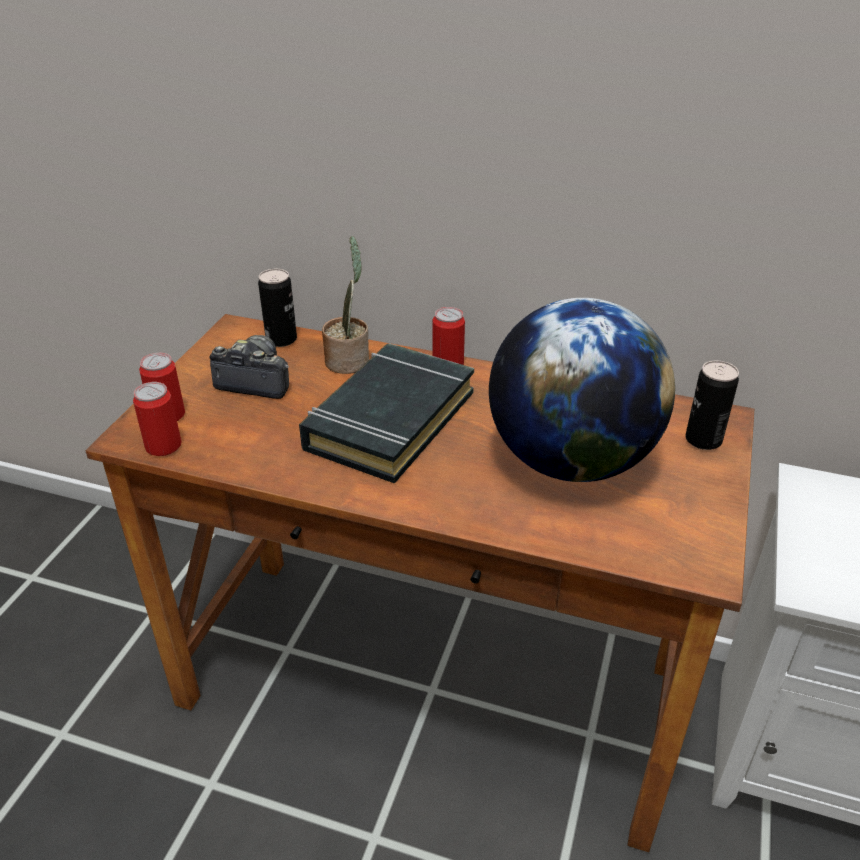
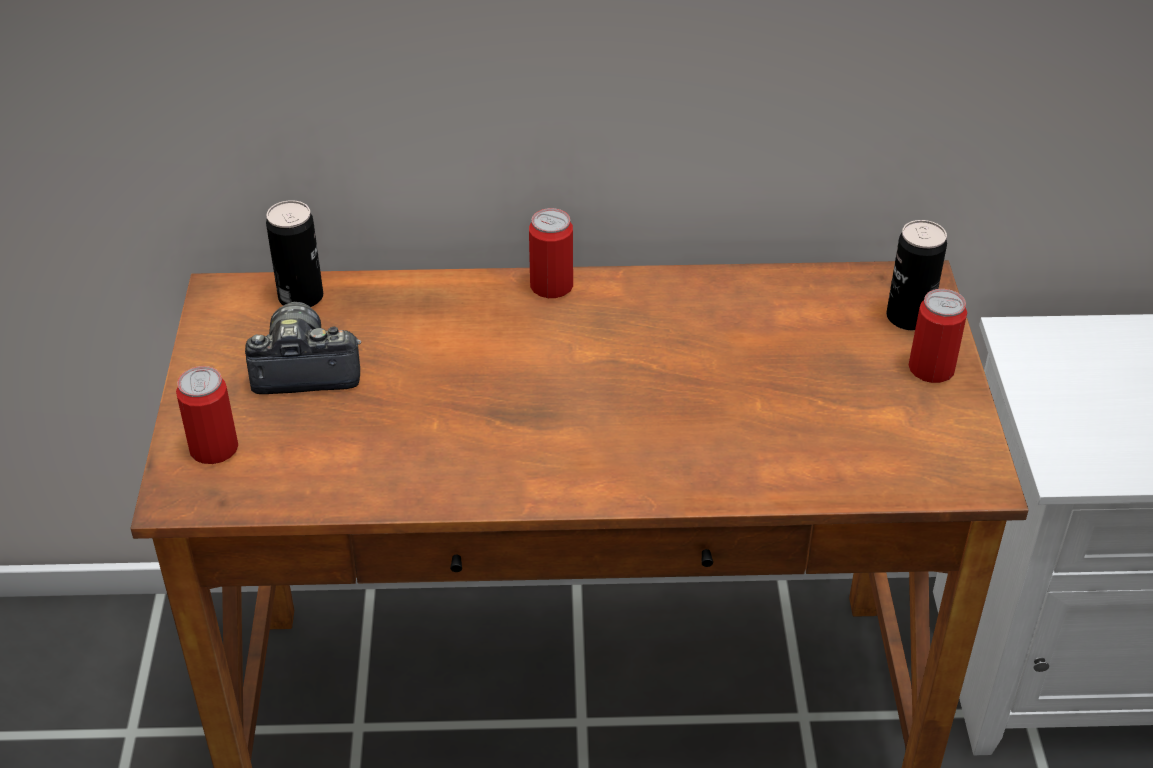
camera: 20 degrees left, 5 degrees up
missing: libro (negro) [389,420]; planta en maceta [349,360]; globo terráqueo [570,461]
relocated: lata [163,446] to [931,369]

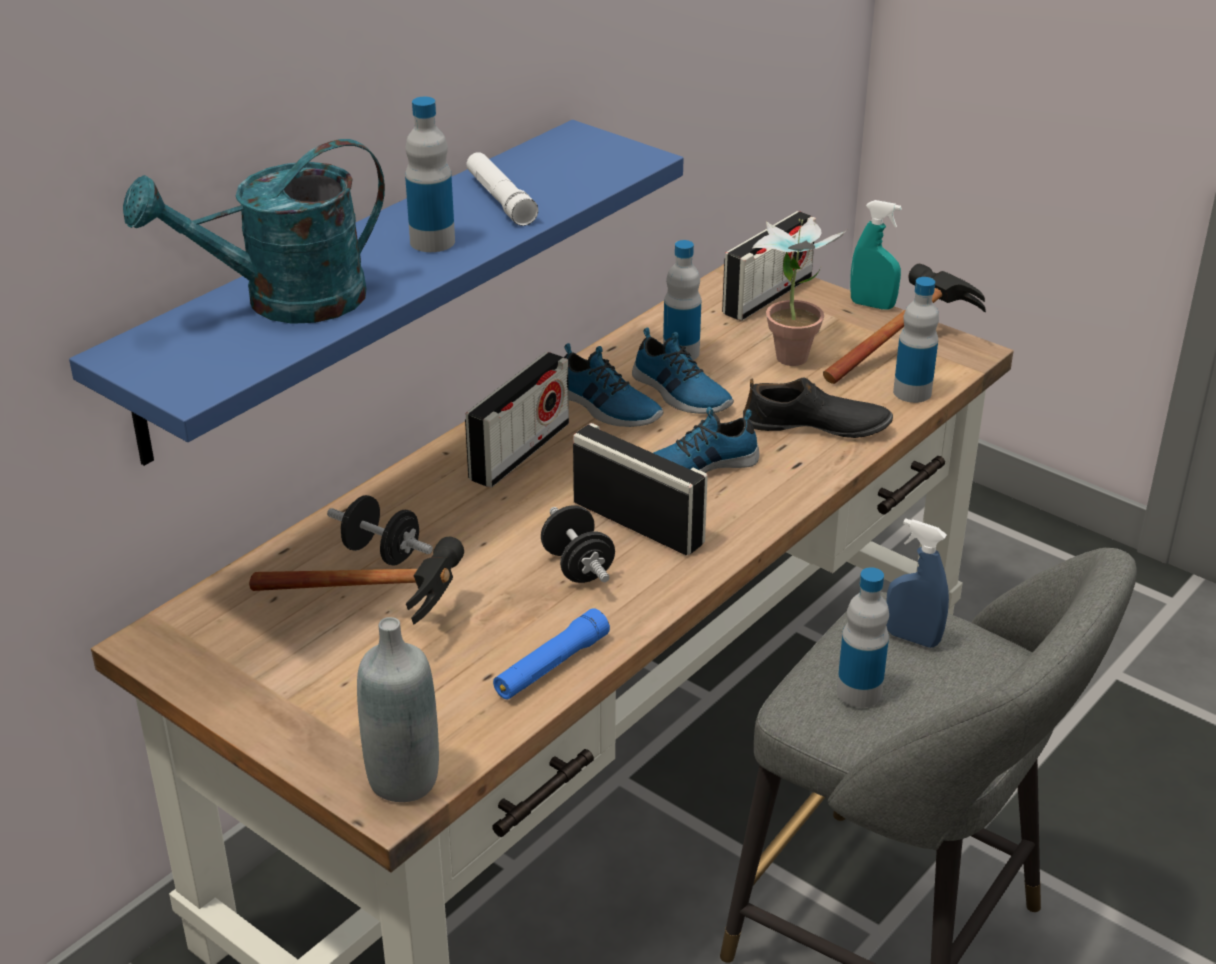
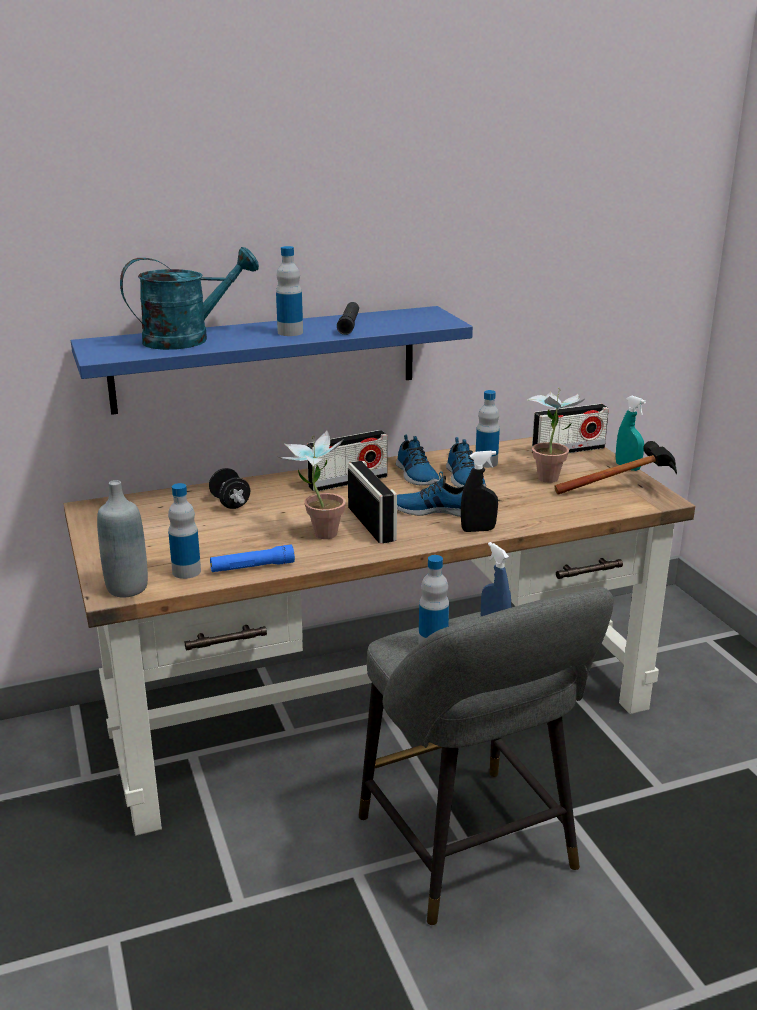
camera: 30 degrees right, 10 degrees down
missing: martillo [381,613]; zapato (negro) [816,426]
appeared: pulverizador (negro) [478,530]
relocated: botella [912,392] to [186,571]
exchanged: mancuerna (negro) [577,567] to planta en maceta [317,533]
colour: linterna (blanco) [500,199] to linterna (negro) [349,325]
spun: regadera (turquesa) [284,302] = [188,339] 150 degrees clockwise

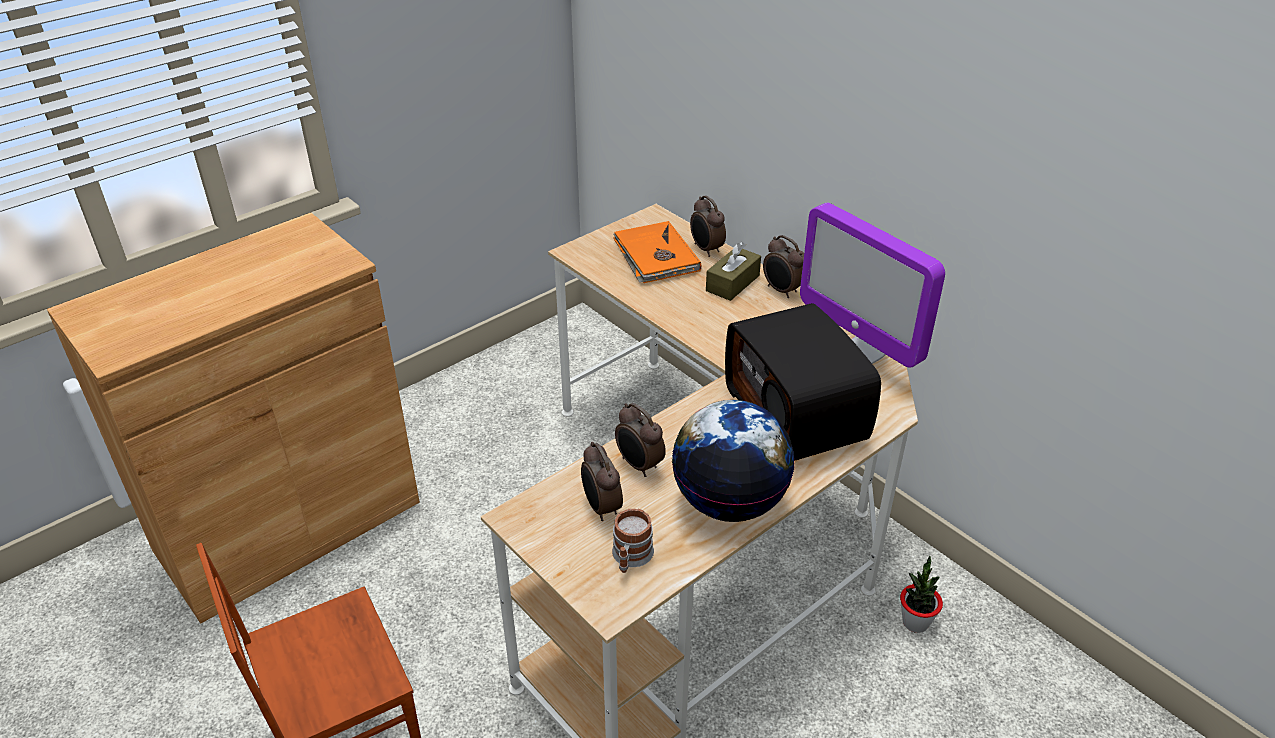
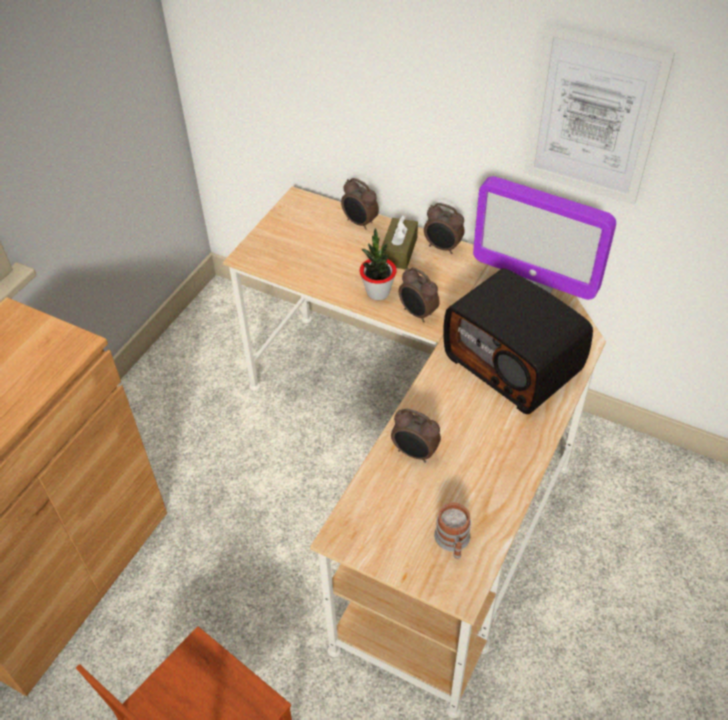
camera: 20 degrees left, 10 degrees up
missing: libro (naranja) [655,256]; globo terráqueo [729,502]
appeared: cuadro [593,117]
relocated: despertador [601,508] to [417,314]; planta en maceta [915,622] to [378,292]

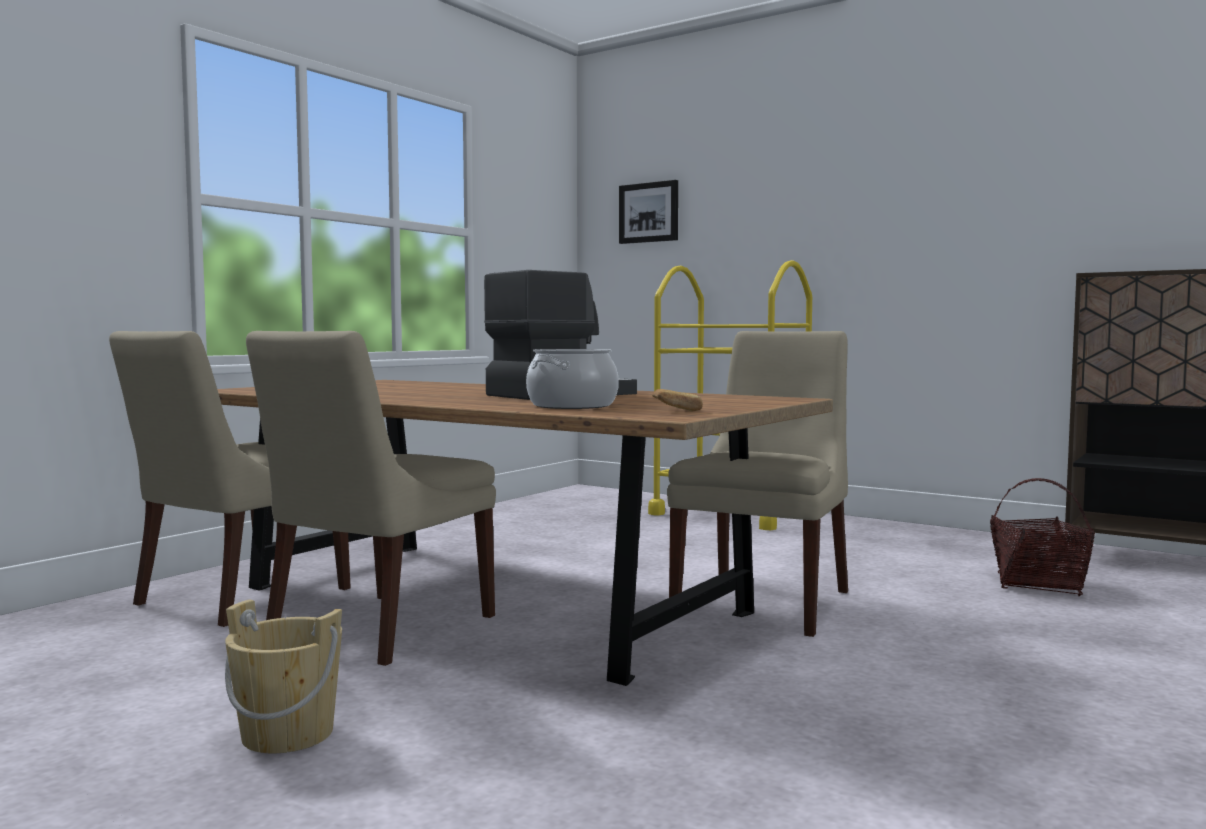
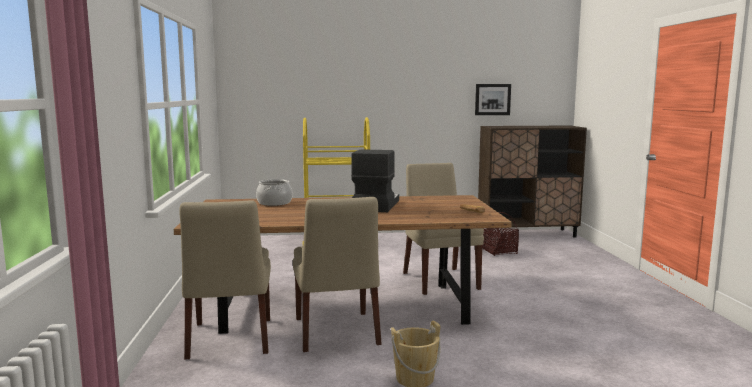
camera: 40 degrees left, 5 degrees up
relocated: olla [572,406] to [274,203]; cuadro [649,212] to [492,99]

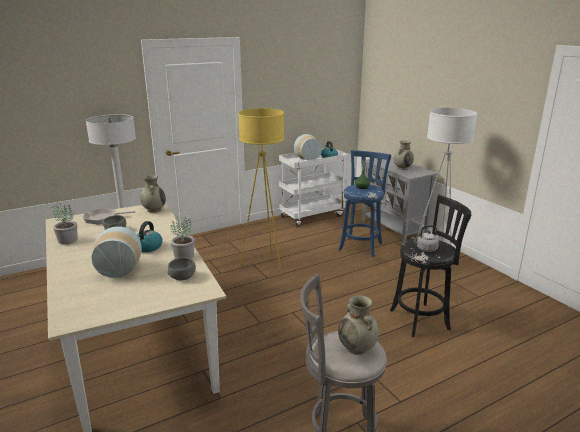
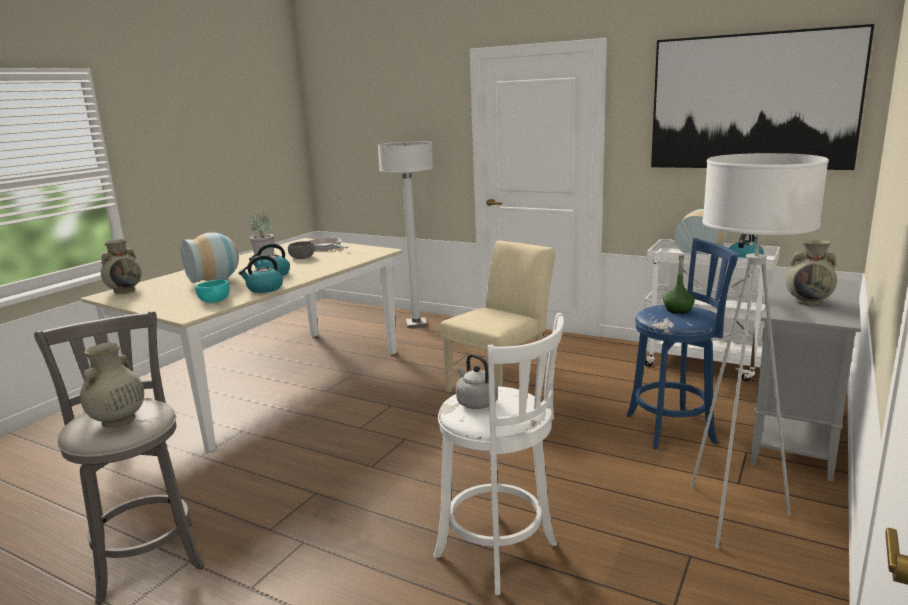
camera: 60 degrees right, 5 degrees down
appeared: cuadro [752,102]
relocated: florero (beis) [154,209] to [125,290]
exchanged: planta en maceta [184,256] to hervidor [264,289]; lámpara de pie (amarillo) [264,265] to silla (beis) [501,384]
colour: cuenco (gris) [182,276] to cuenco (turquesa) [214,300]; taburete (negro) [422,319] to taburete (blanco) [501,553]

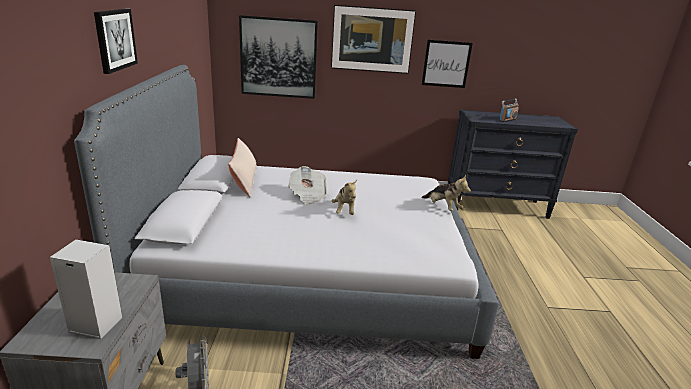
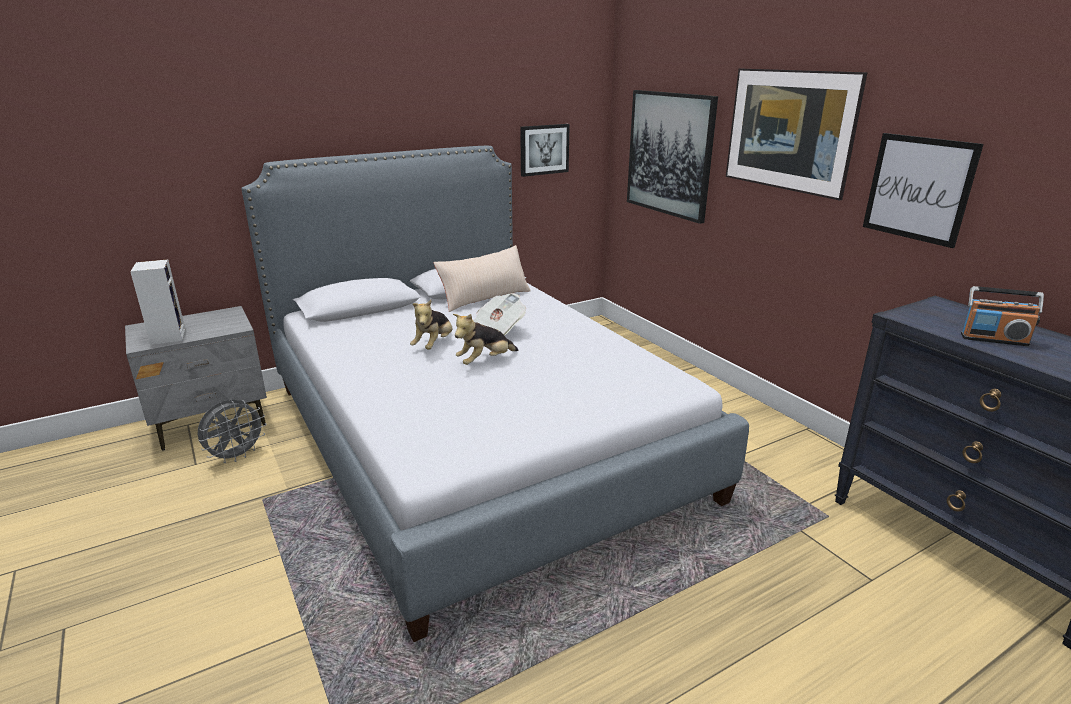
camera: 60 degrees right, 0 degrees up
relocated: cuadro [115,39] to [544,149]; peluche [442,207] to [434,345]

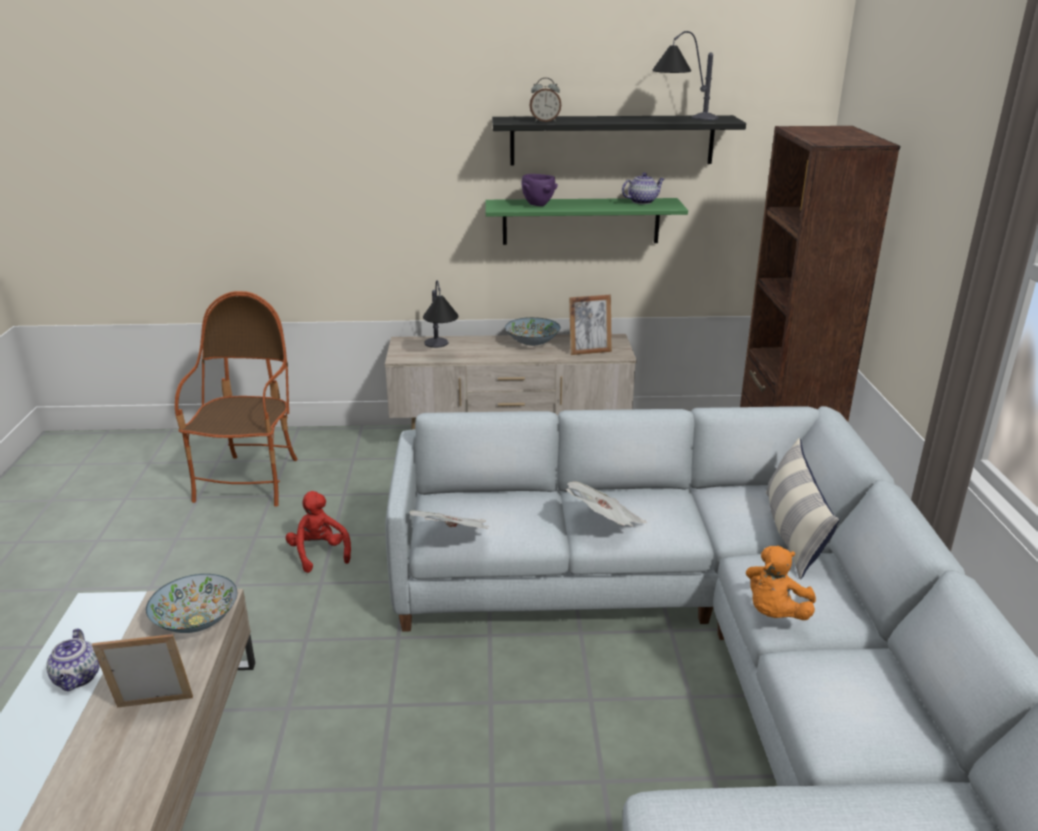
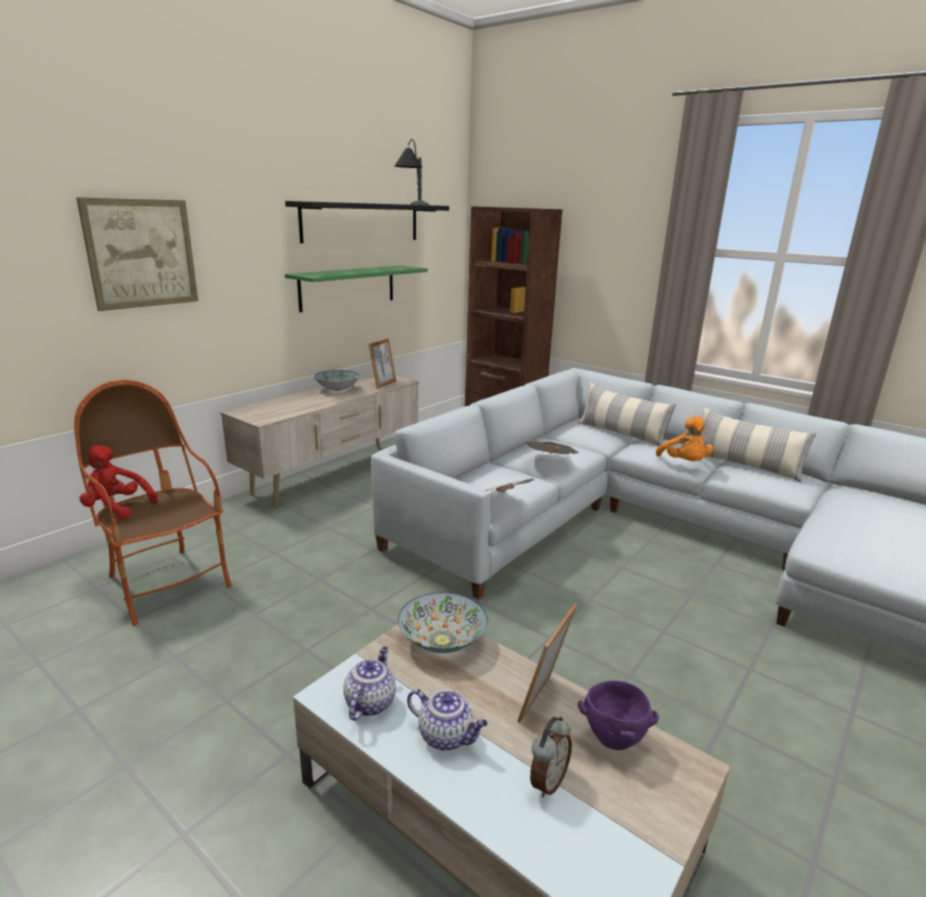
camera: 50 degrees left, 5 degrees down
missing: lámpara de mesa [440,352]
appeared: cuadro [141,253]; cojín [744,465]
relocated: peluche (rojo) [319,553] to [116,508]; cuenco (morado) [538,205] to [614,740]; despertador [545,121] to [547,781]; tetera [642,202] to [370,702]

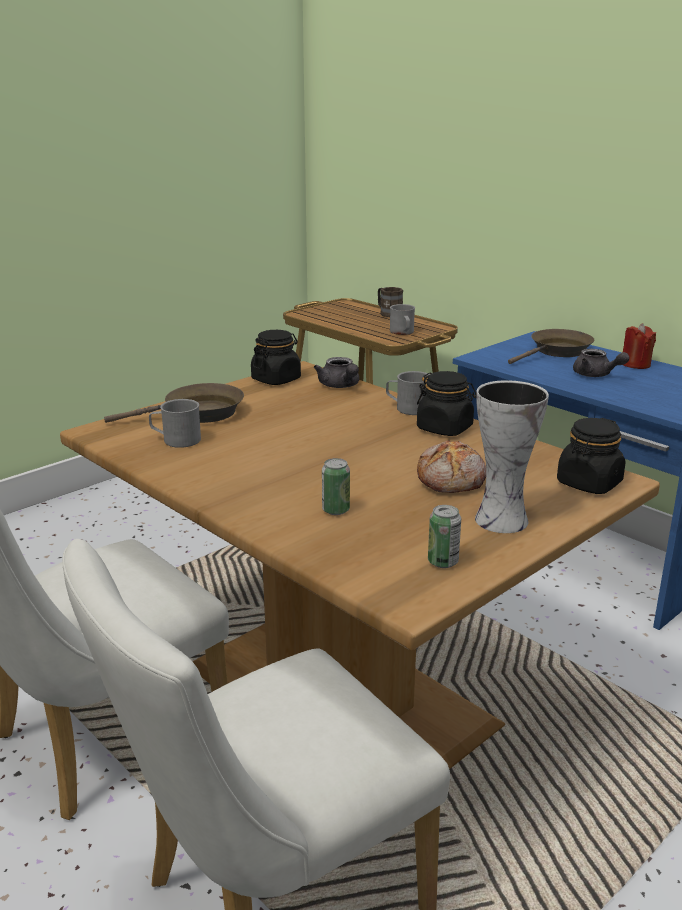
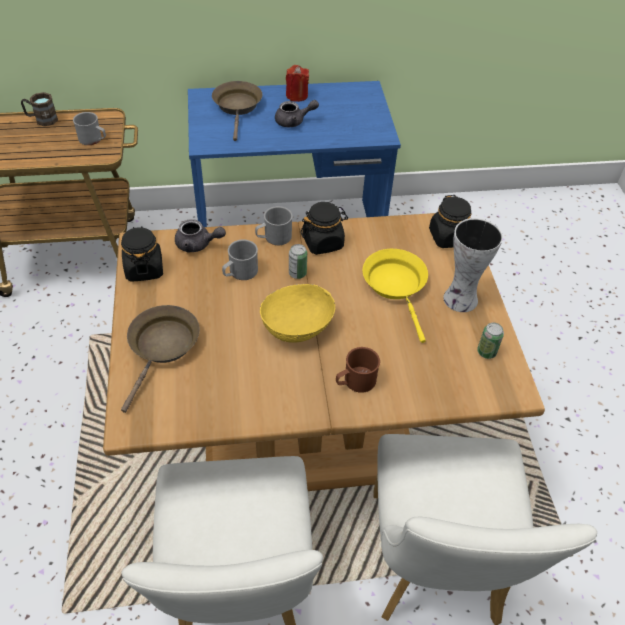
camera: 55 degrees left, 25 degrees up
appeared: cuenco (amarillo) [297,326]; taza grande (marrón) [355,382]
relocated: taza grande (gris) [176,440] to [240,273]; lata [335,510] to [297,273]
exchanged: pan [452,480] to sartén (amarillo) [396,286]

